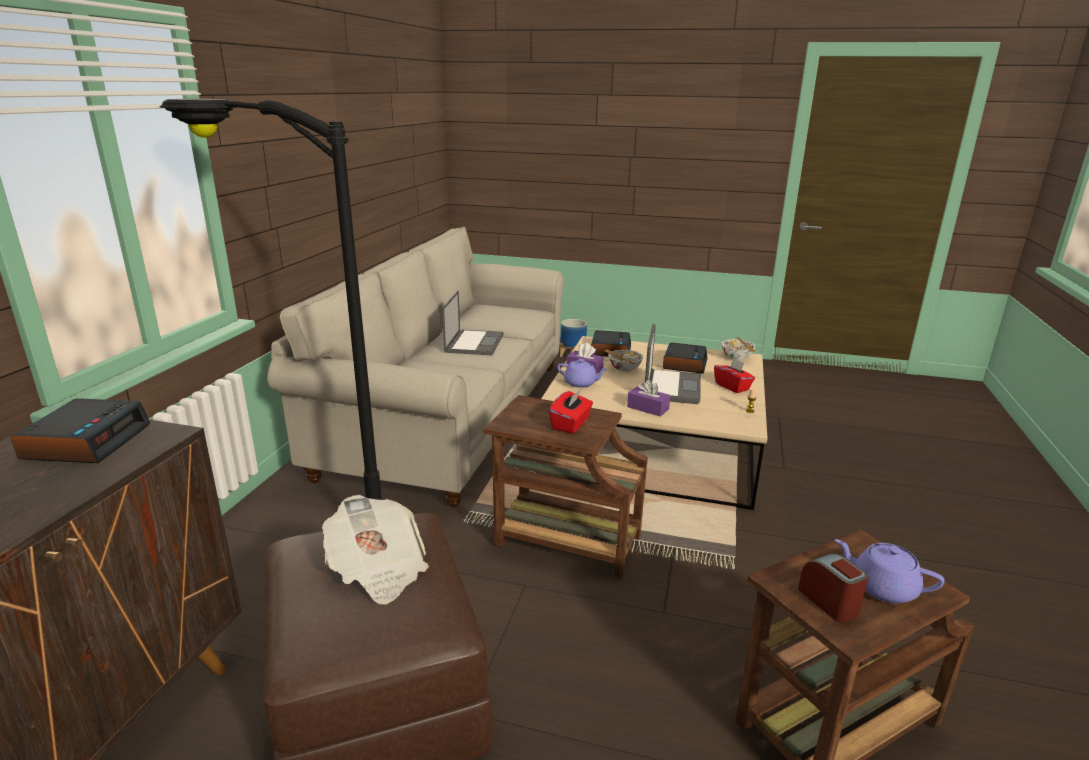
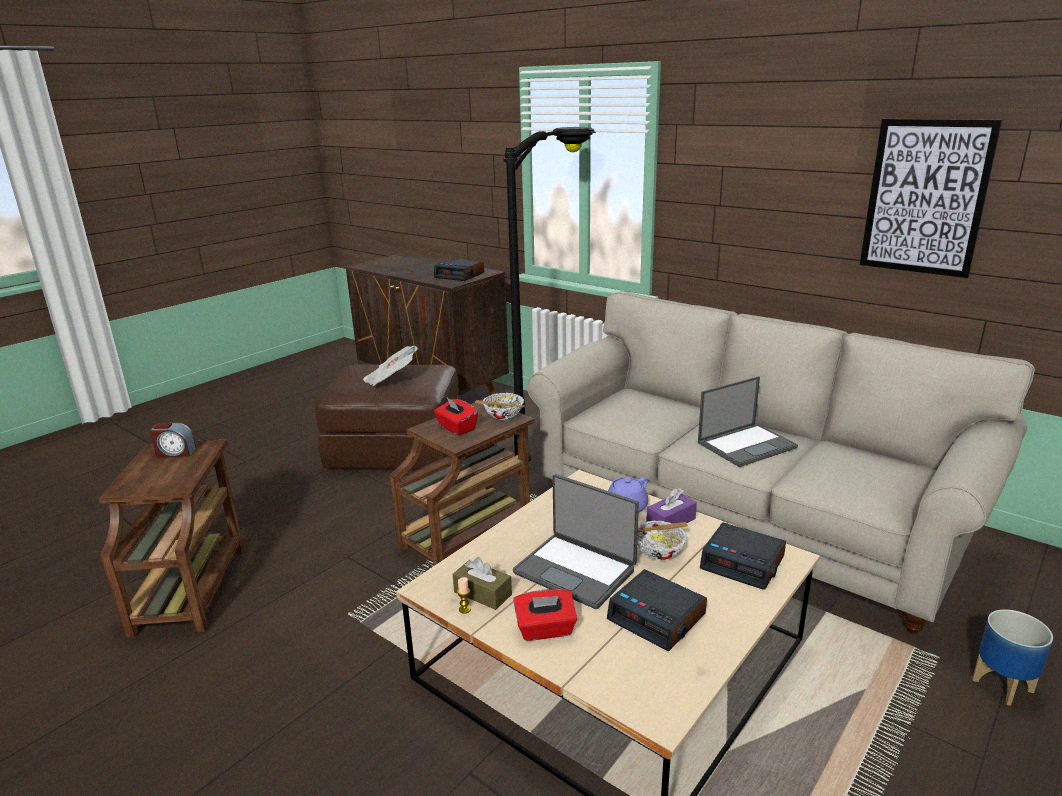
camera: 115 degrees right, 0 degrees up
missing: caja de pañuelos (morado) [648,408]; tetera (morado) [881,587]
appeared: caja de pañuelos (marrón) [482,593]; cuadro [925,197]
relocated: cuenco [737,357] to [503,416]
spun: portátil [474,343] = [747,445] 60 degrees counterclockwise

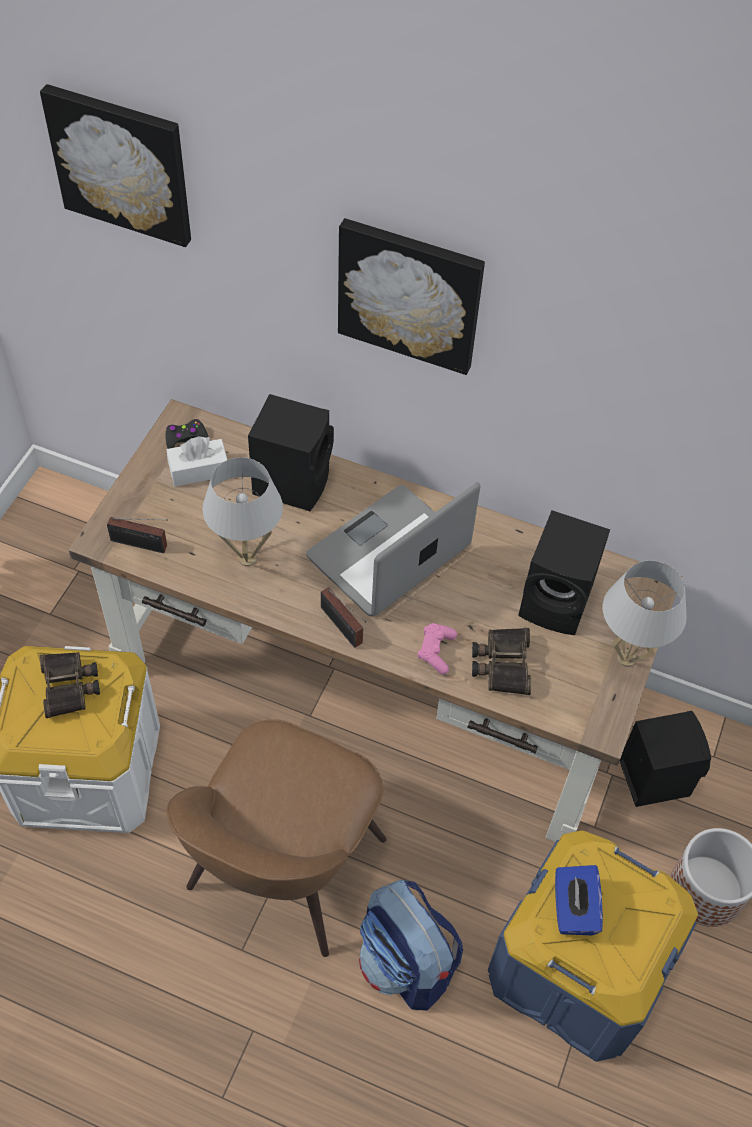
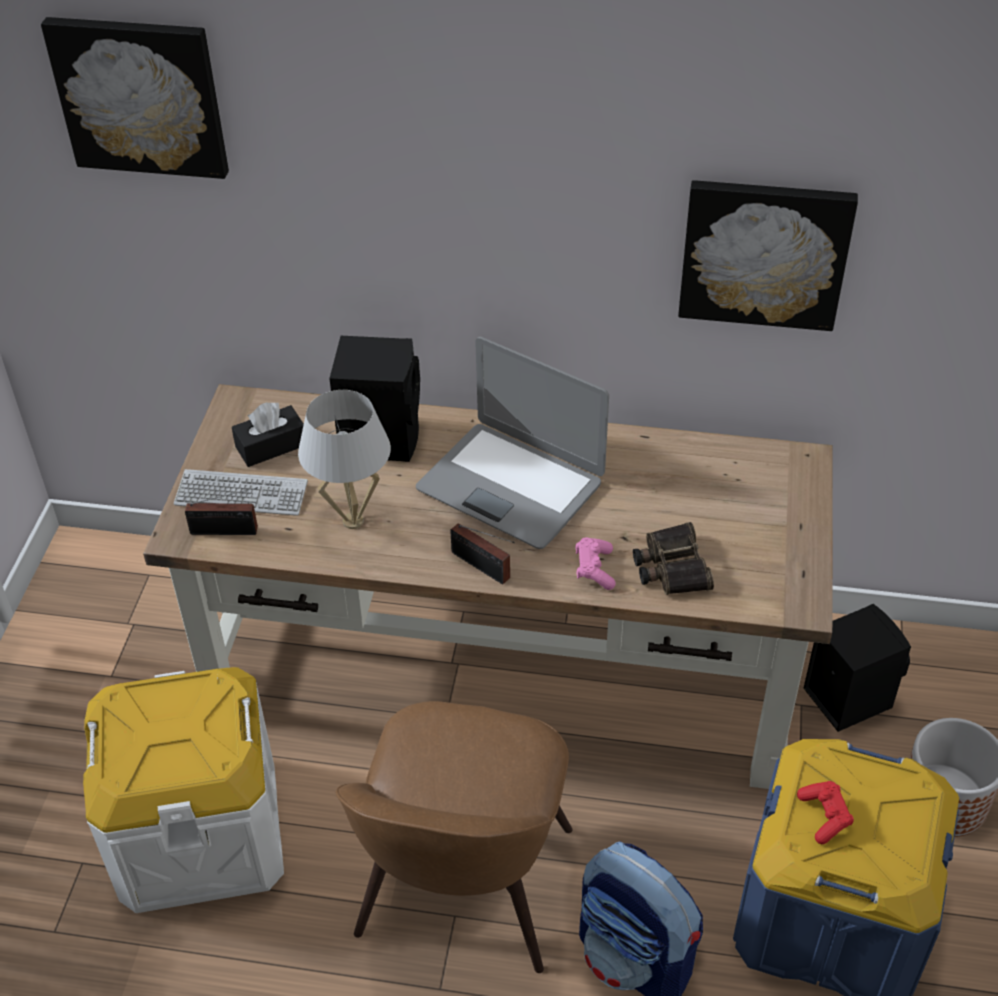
camera: 10 degrees left, 10 degrees down
missing: prismáticos [70,686]; mando de consola (negro) [185,437]; altavoz (negro) [558,602]; lámpara de mesa (blanco) [626,658]
appeared: teclado [241,494]
relocated: cuadro [410,293] to [764,252]
exchanged: caja de pañuelos (azul) [573,909] to mando de consola (rojo) [824,816]
colour: caja de pañuelos (blanco) [199,470] to caja de pañuelos (negro) [271,446]
spun: portátil [389,553] = [511,485] 90 degrees counterclockwise

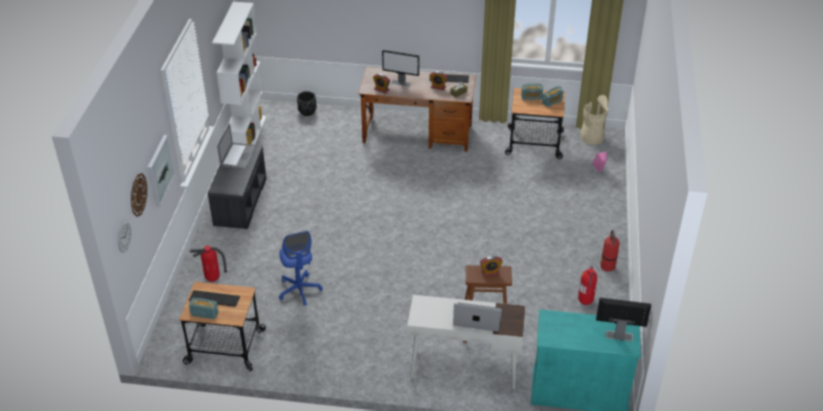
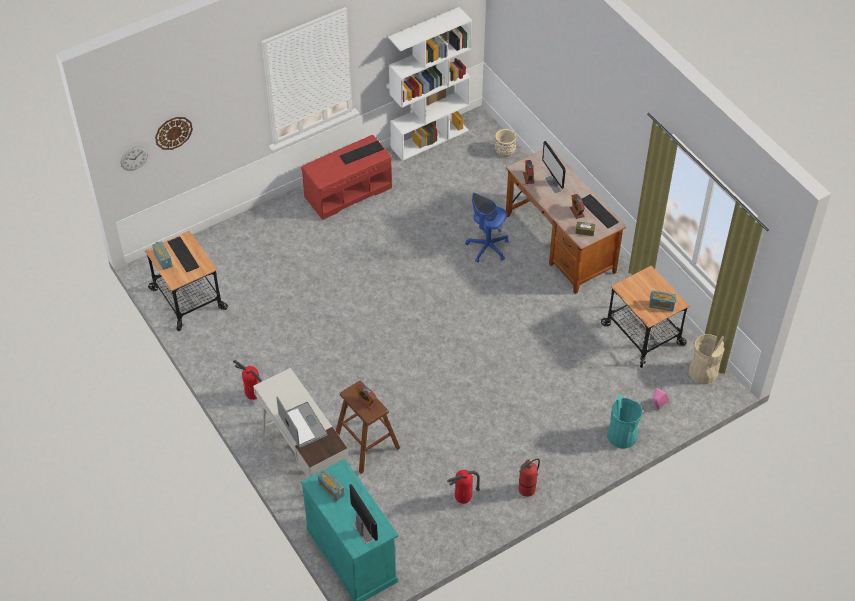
camera: 50 degrees right, 10 degrees up
missing: cuadro [159,170]
appeared: papelera (turquesa) [622,435]
relocated: extintor [212,279] to [253,396]; silla de oficina (azul) [299,290] to [487,248]; radio [531,97] to [331,490]
exchanged: portátil [238,156] to teclado [361,152]
colour: banco (gris) [239,201] to banco (rojo) [348,191]; maceta (negro) [307,112] to maceta (beis) [505,151]

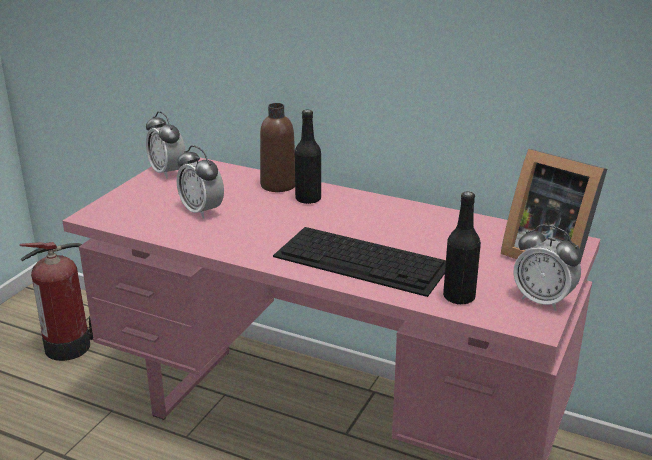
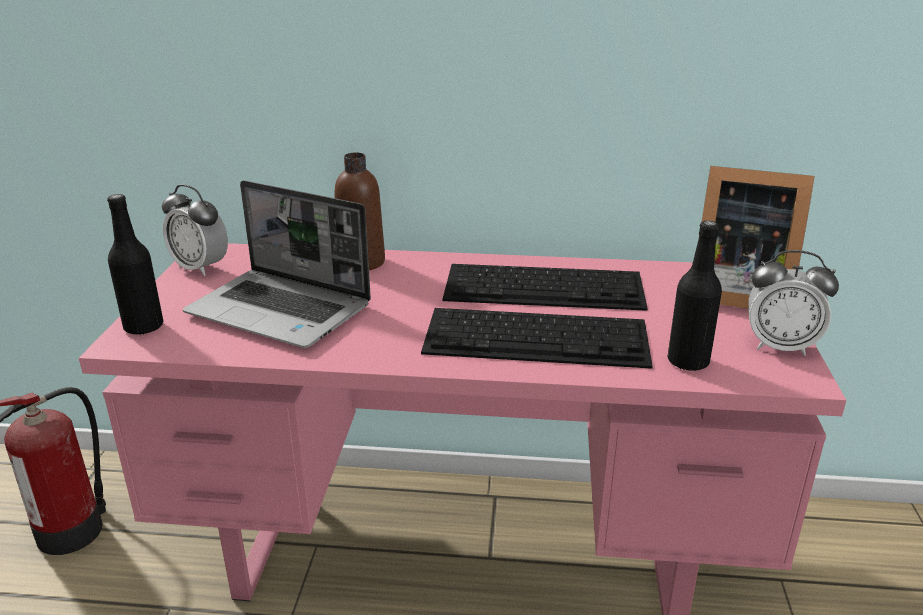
camera: 20 degrees left, 0 degrees up
appeared: teclado [546,286]
relocated: botella (negro) [308,199] to [143,327]
exchanged: despertador [202,211] to portátil [282,310]

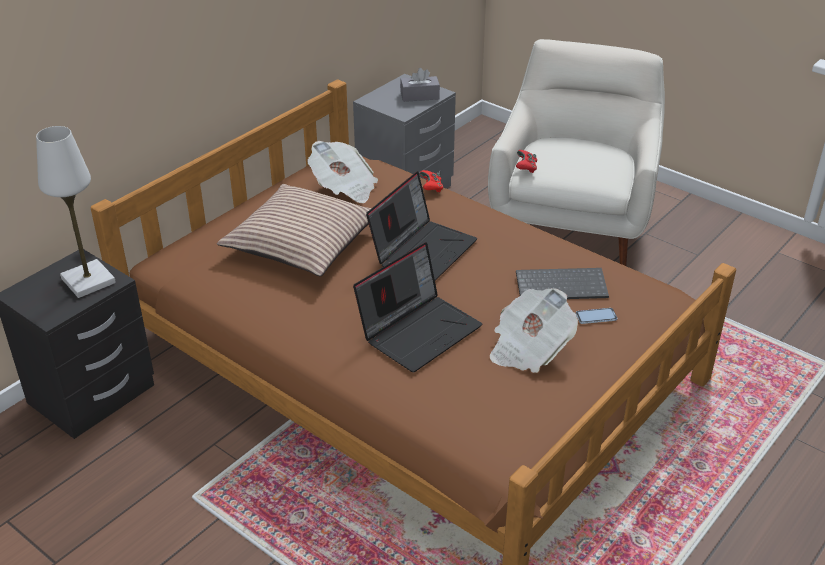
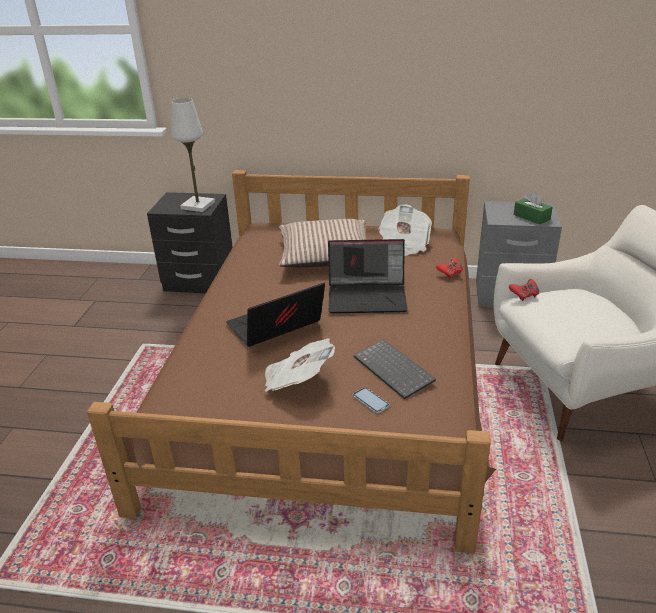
camera: 60 degrees right, 5 degrees down
colour: caja de pañuelos (gris) [419,96] to caja de pañuelos (verde) [531,217]
spun: portátil [419,330] = [275,327] 135 degrees clockwise

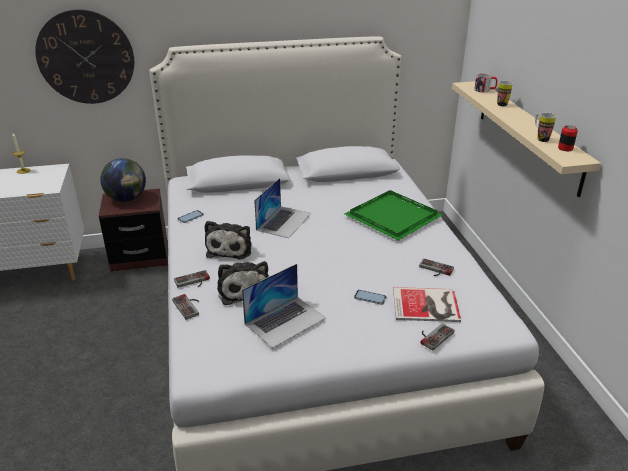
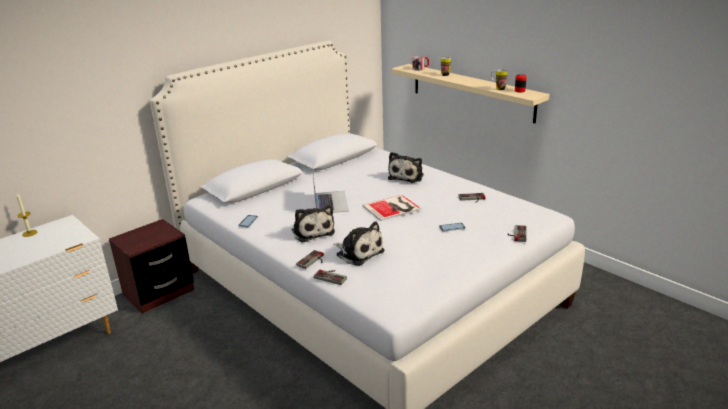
camera: 30 degrees left, 5 degrees down
missing: reloj de pared [86,57]; globo terráqueo [127,199]; portátil [285,321]
relocated: libro [427,305] to [393,208]
exchanged: bandeja (verde) [395,217] to peluche [407,176]

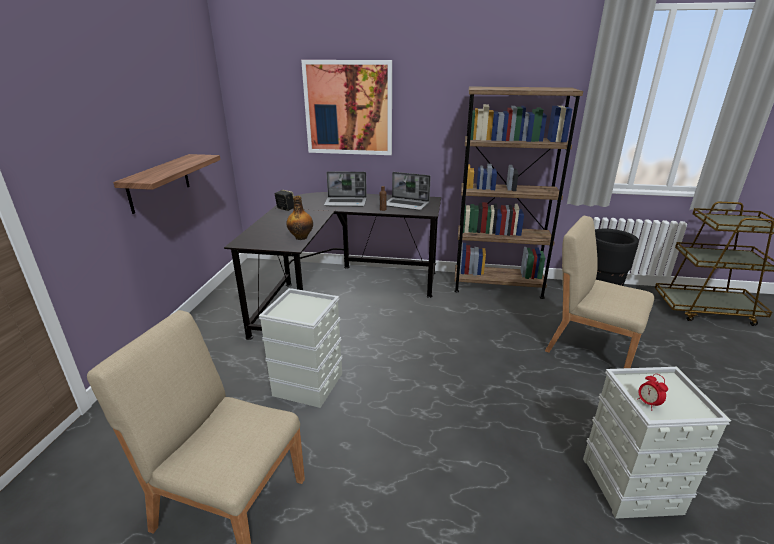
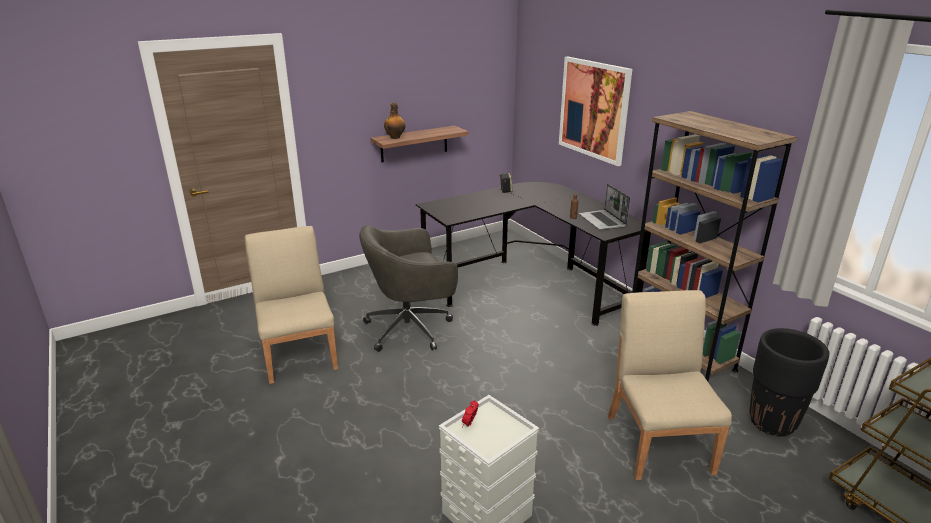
camera: 50 degrees right, 0 degrees up
missing: portátil [346,203]
relocated: botella [301,237] to [395,137]
exchanged: caja de almacenaje (gris) [307,385] to silla de oficina (gris) [411,328]

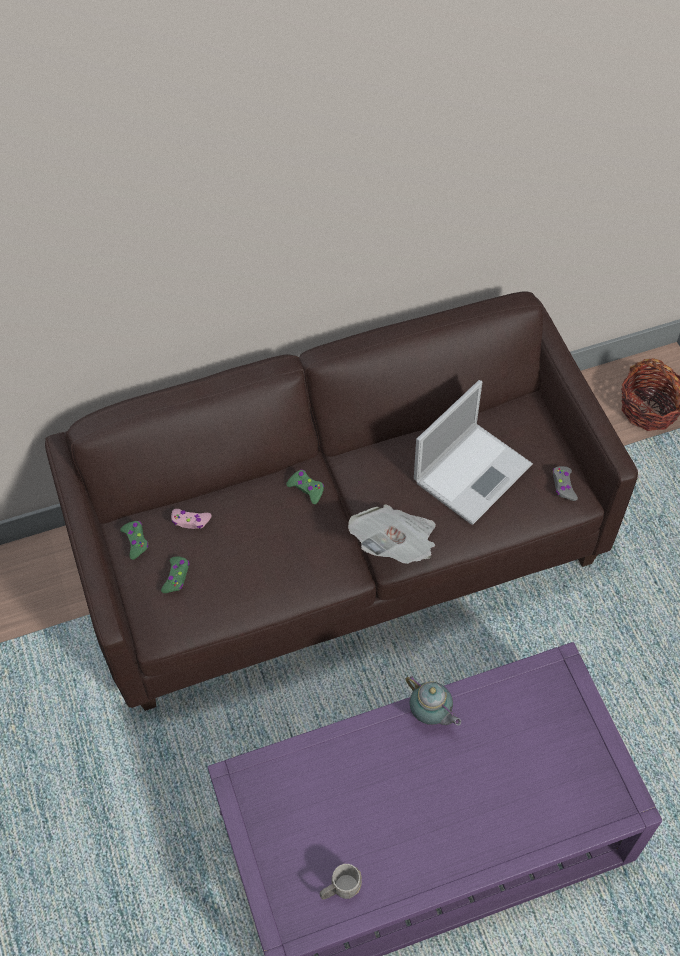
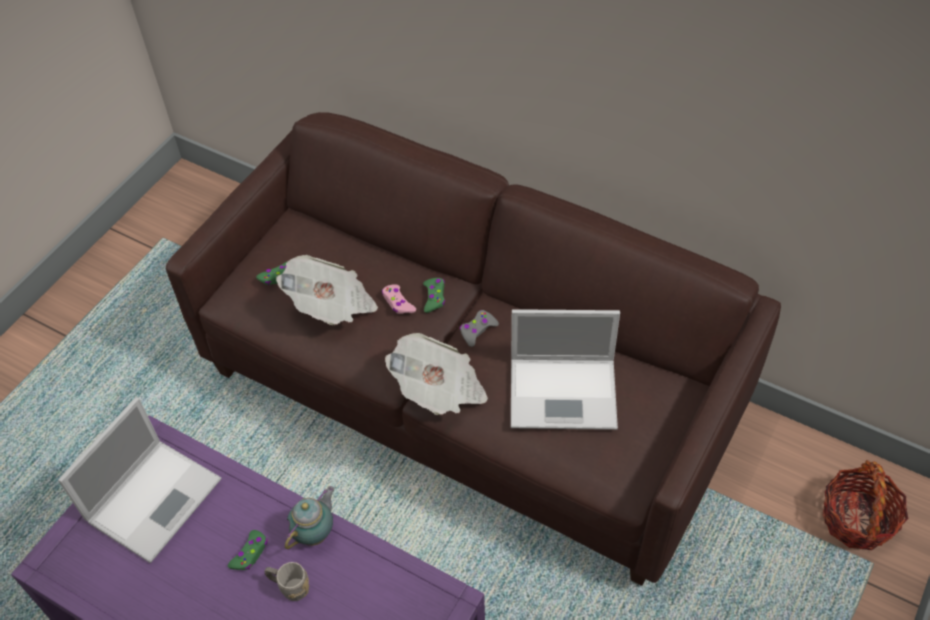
camera: 50 degrees right, 5 degrees down
appeared: portátil [155,498]; periódico [331,305]
relocated: mando de consola (verde) [136,541] to [250,554]; mando de consola (rosa) [190,521] to [398,303]; taza grande (gris) [340,890] to [290,587]; mando de consola (gris) [563,486] to [477,330]
spun: tetera [431,715] = [315,532] 150 degrees counterclockwise

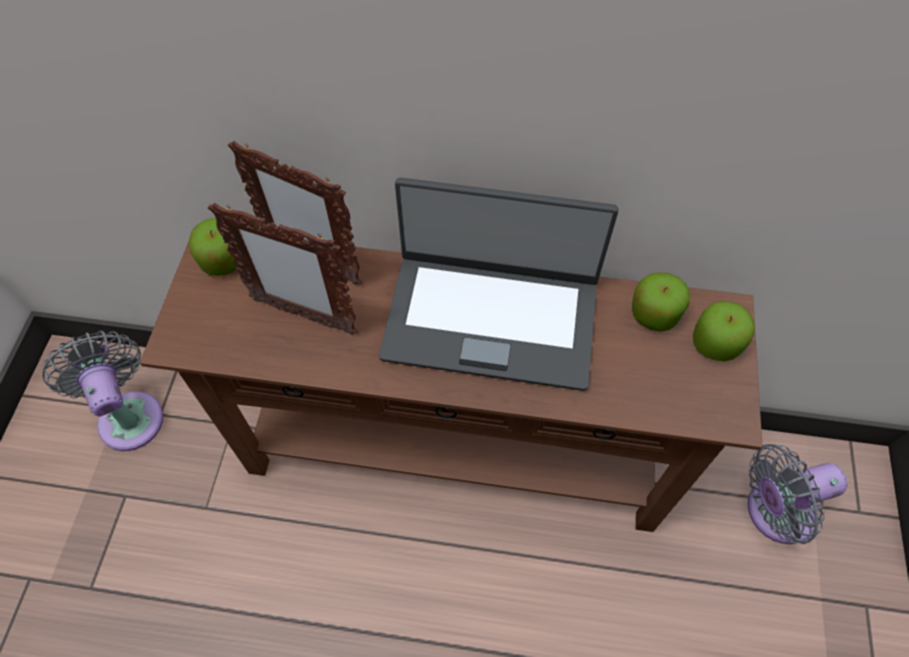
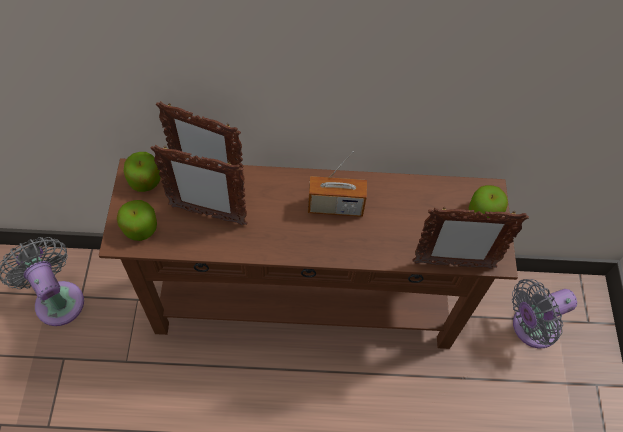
camera: 10 degrees left, 0 degrees up
appeared: portarretratos [452,264]
relocated: manzana [654,314] to [140,228]
exchanged: portátil [491,318] to radio [335,207]

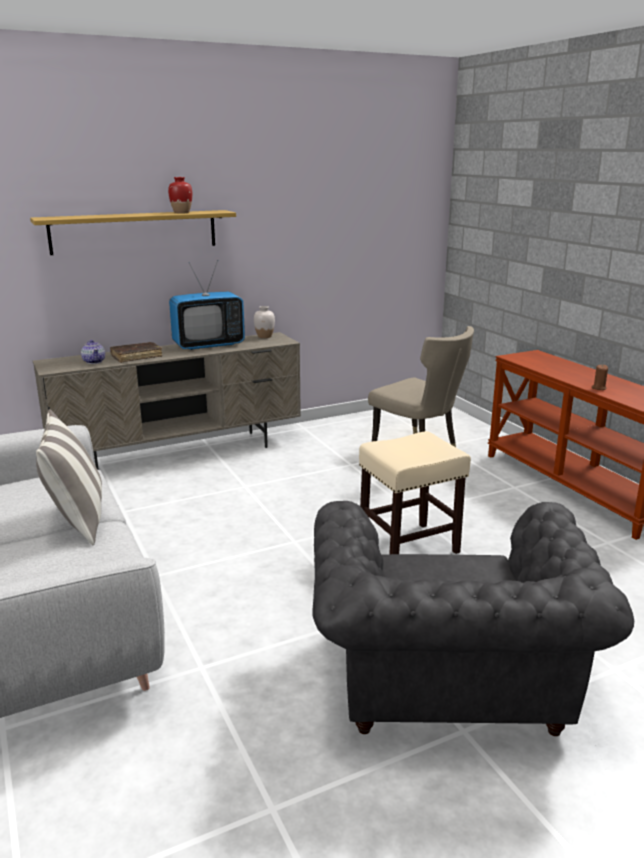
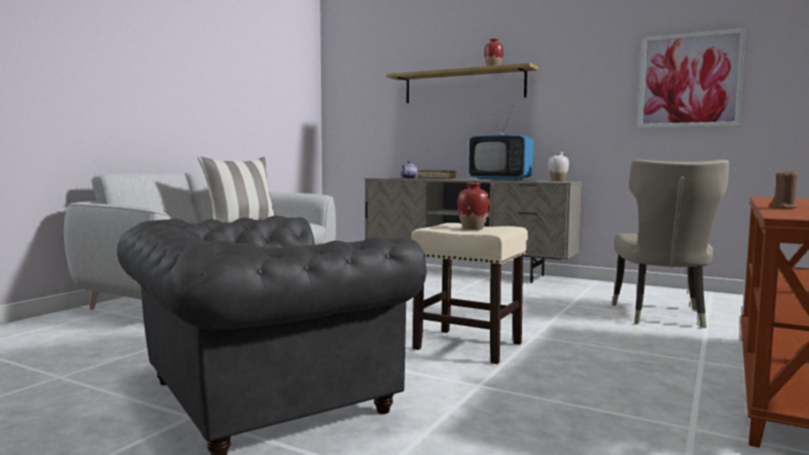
camera: 55 degrees right, 15 degrees down
appeared: florero (rojo) [473,228]; cuadro [689,80]

